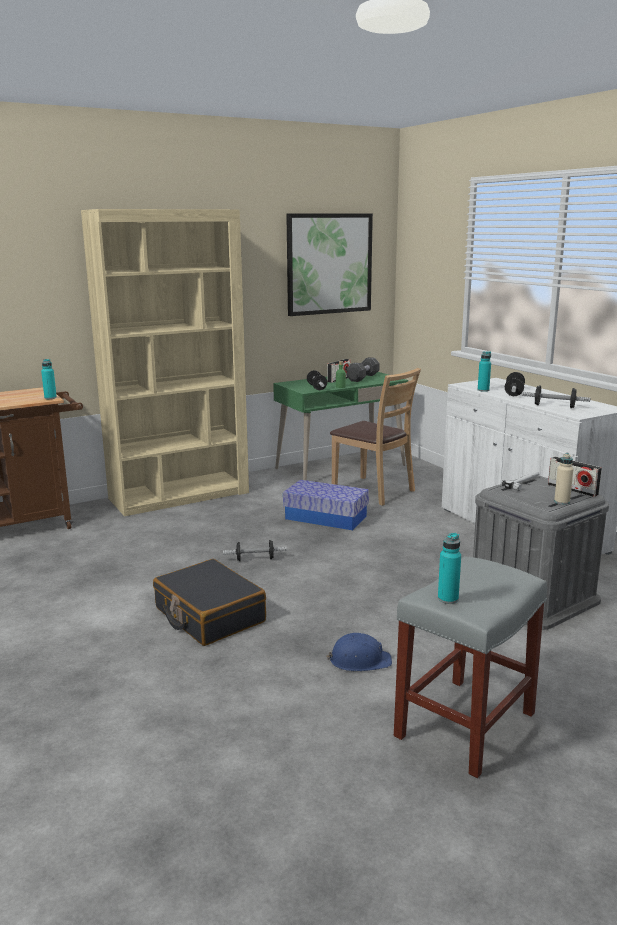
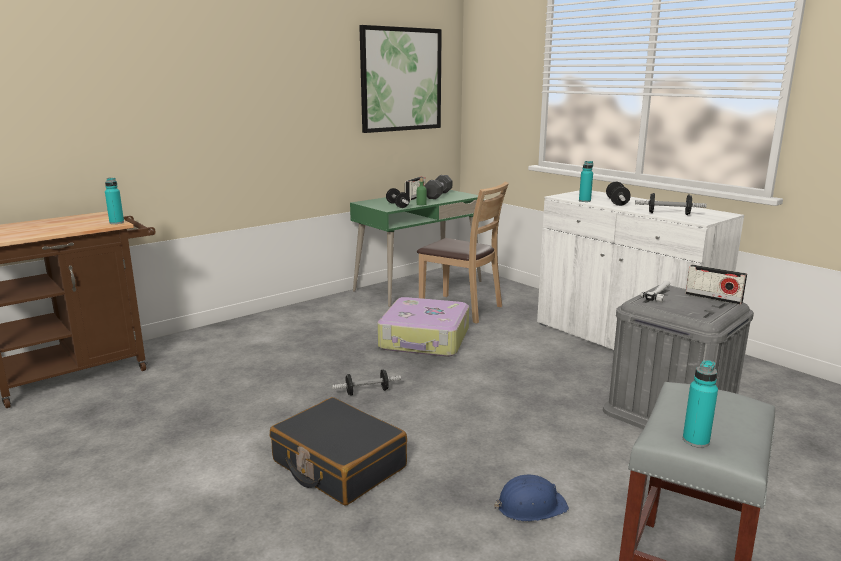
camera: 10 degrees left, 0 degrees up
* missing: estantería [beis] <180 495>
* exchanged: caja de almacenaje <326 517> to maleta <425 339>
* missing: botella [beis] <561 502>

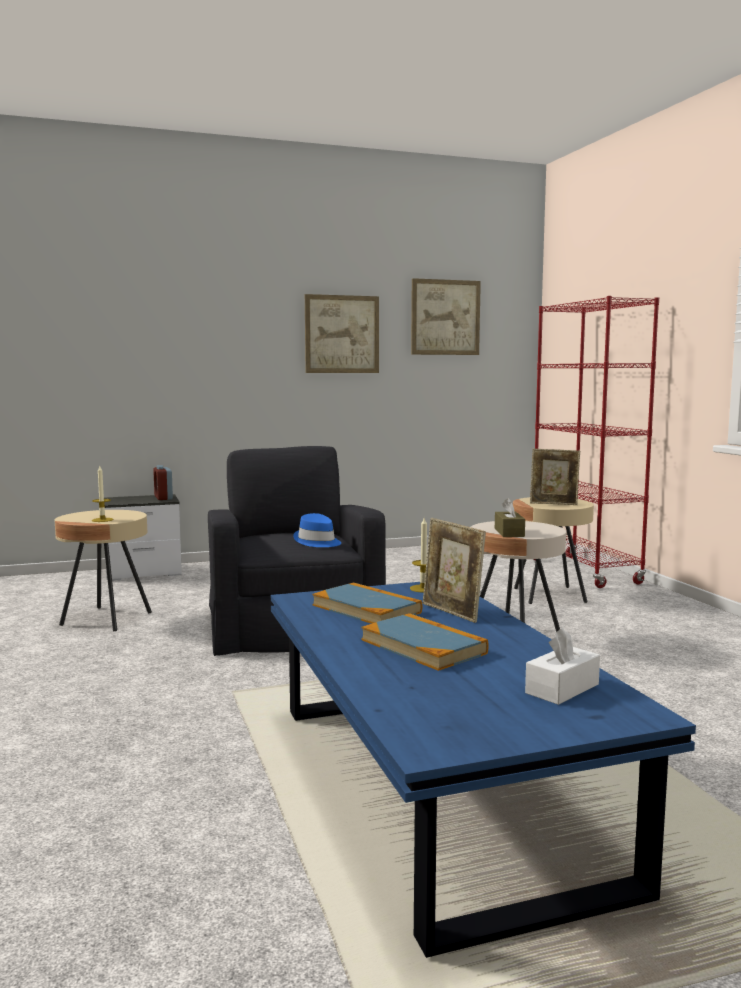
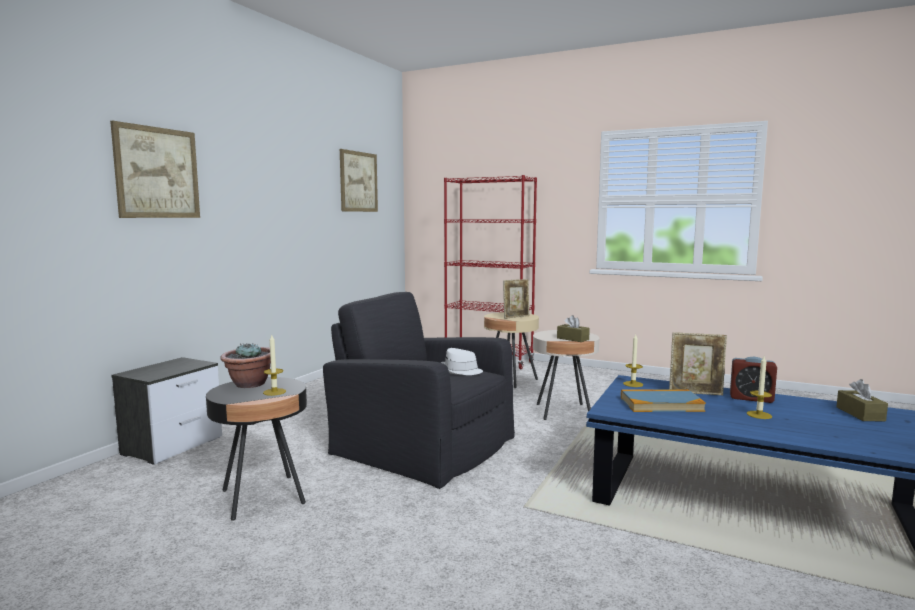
camera: 45 degrees left, 0 degrees up
* colour: mesa auxiliar [beis] <106 619> to mesa auxiliar [negro] <263 497>
* relocated: despertador <163 498> to <751 398>
* colour: sombrero [azul] <317 542> to sombrero [blanco] <461 371>
* relocated: cuadro <342 334> to <157 173>
* exchanged: libro <423 646> to vela <759 415>
* colour: caja de pañuelos [blanco] <562 689> to caja de pañuelos [marrón] <860 414>
* appeared: planta en maceta <249 384>

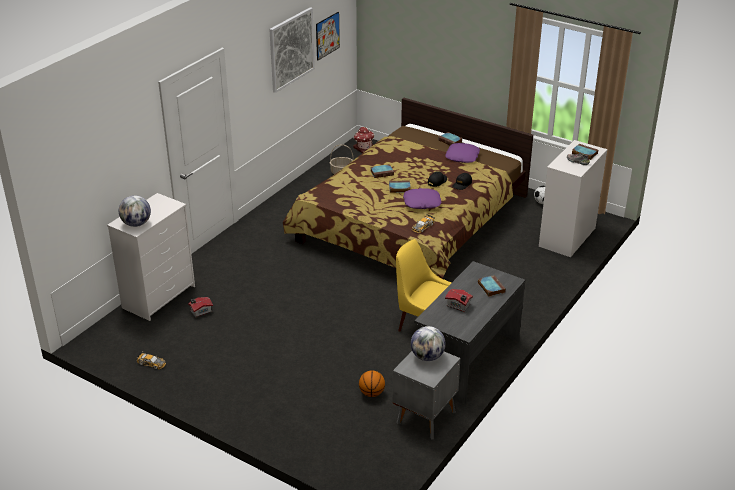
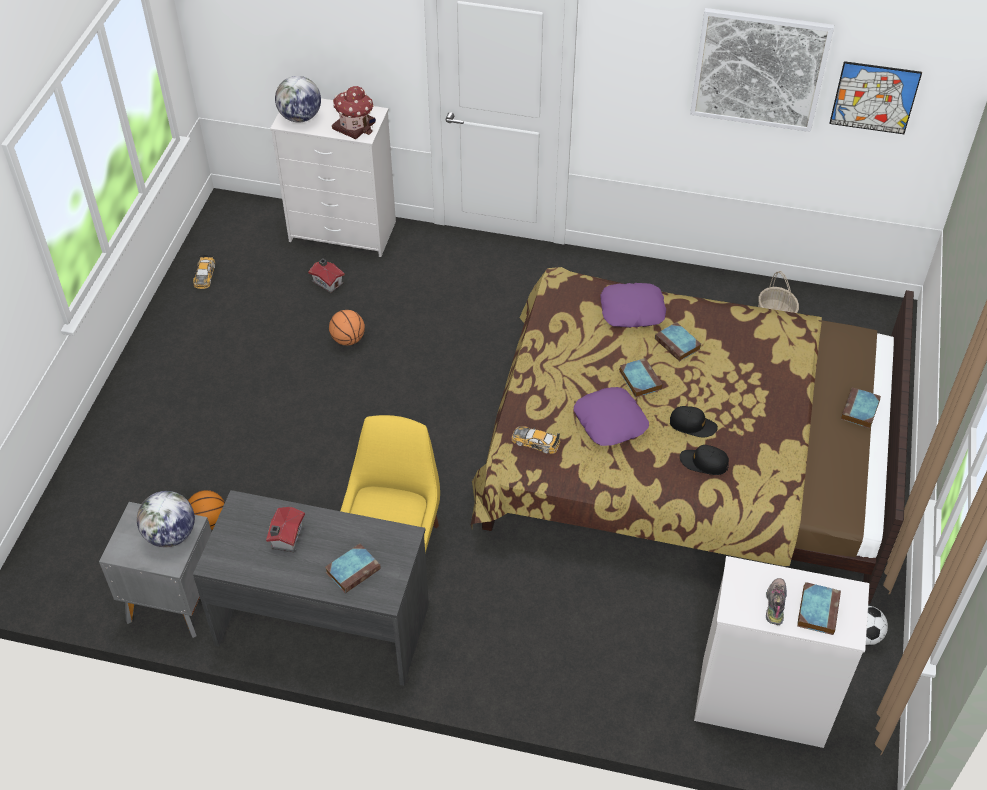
camera: 70 degrees right, 15 degrees up
* relocated: casita <364 148> to <354 125>
* relocated: cojín [morado] <462 157> to <632 311>
* appeared: balón de baloncesto <348 339>

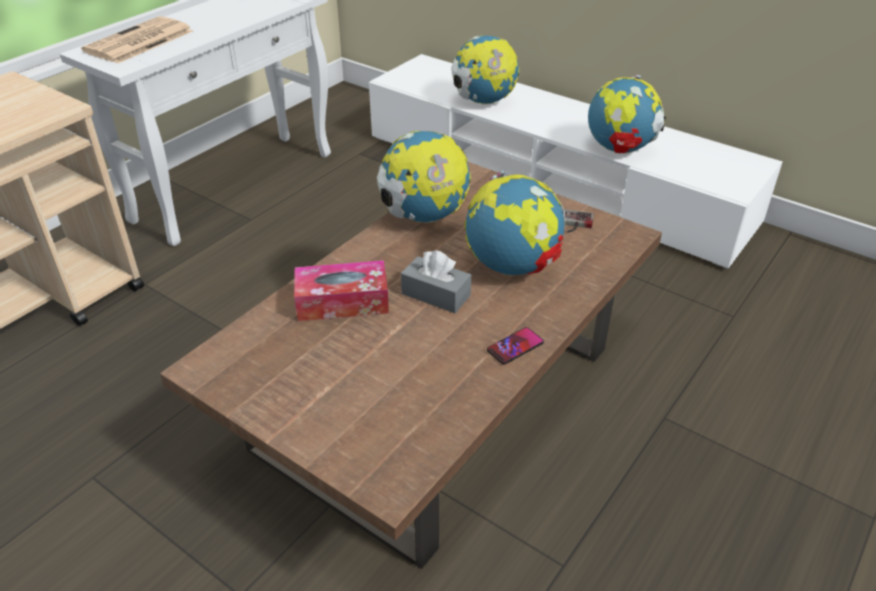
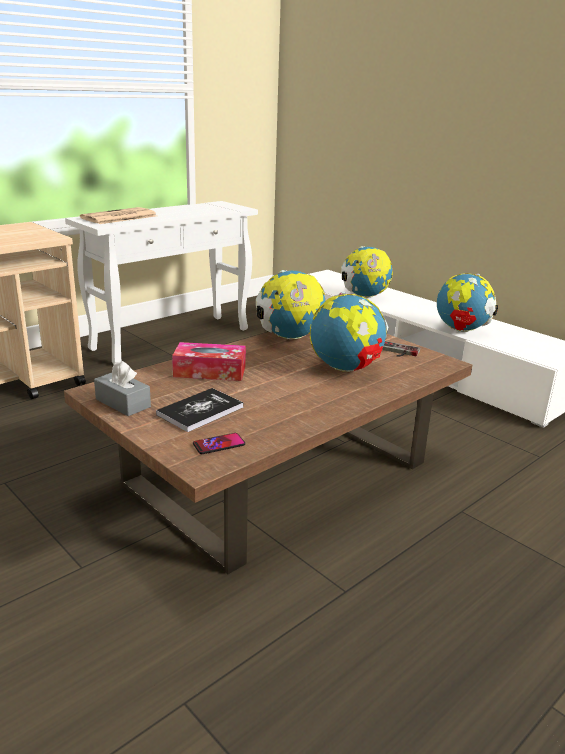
camera: 10 degrees right, 15 degrees down
* relocated: caja de pañuelos [gris] <436 294> to <123 403>
* relocated: móvil <515 346> to <219 444>
* appeared: libro <200 411>

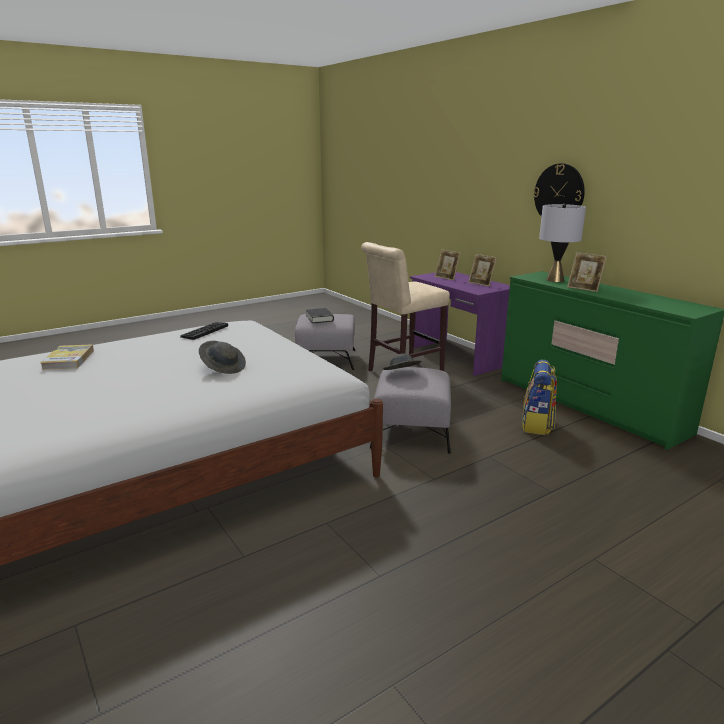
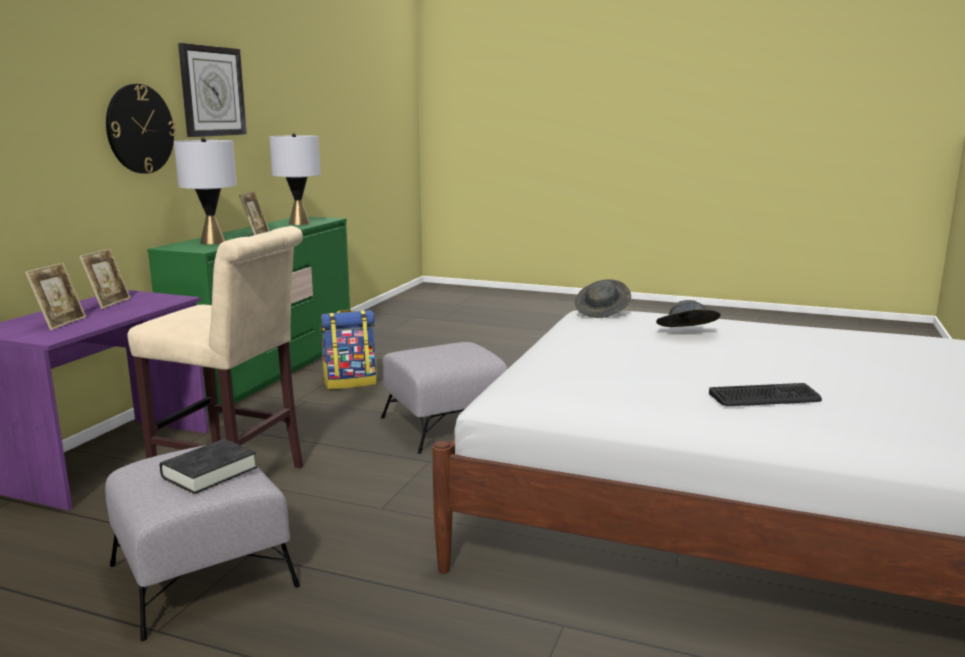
camera: 125 degrees left, 5 degrees down
* missing: libro <68 359>
* relocated: teclado <204 331> to <765 397>
* relocated: sombrero [gris] <401 374> to <602 312>
* appeared: reloj de pared <212 91>
* appeared: lámpara de mesa [gris] <299 223>

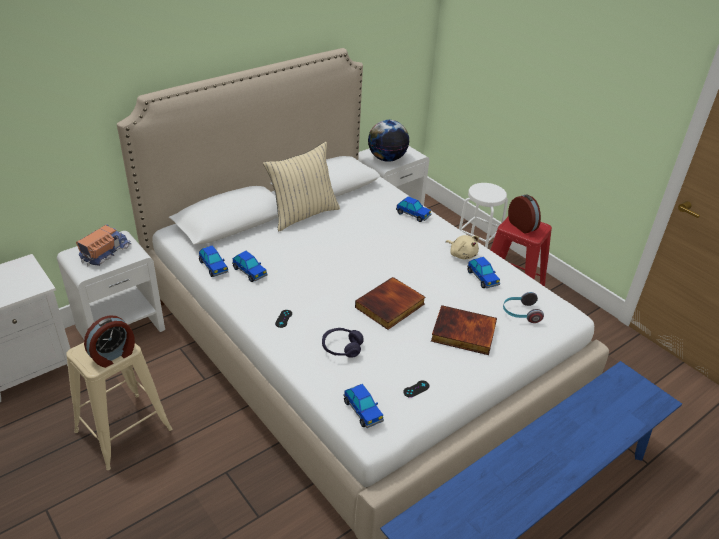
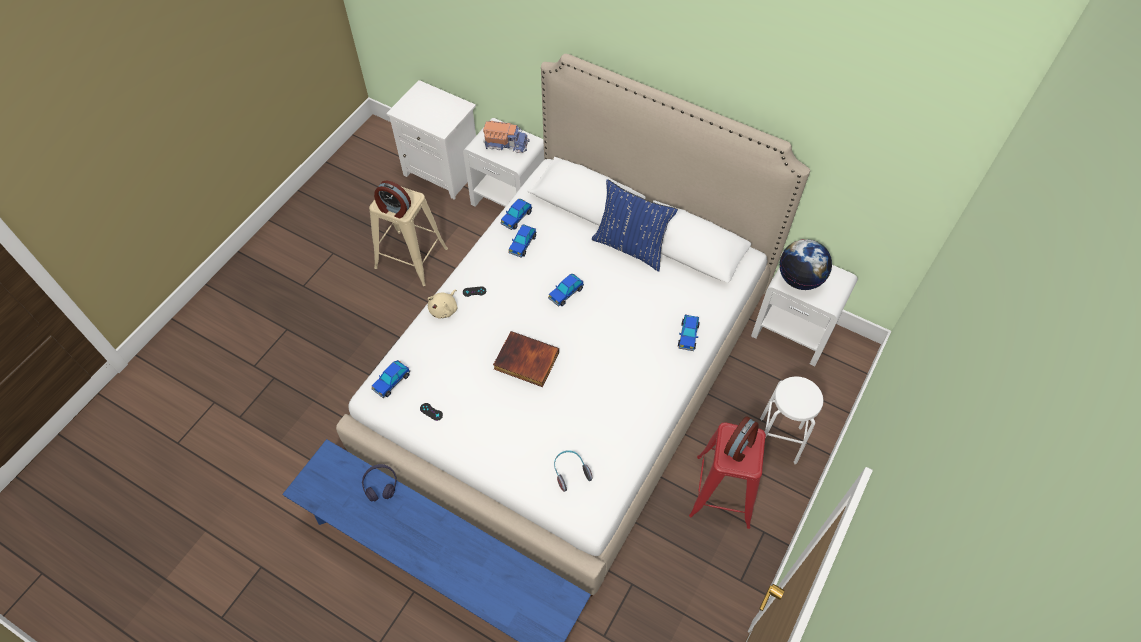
camera: 70 degrees right, 20 degrees up
* colour: cojín [beis] <303 214> to cojín [azul] <630 247>
* relocated: auriculares [morado] <342 347> to <380 485>
* missing: libro <463 333>
* relocated: peluche [beis] <462 254> to <444 309>
* relocated: coche de juguete <482 278> to <566 293>

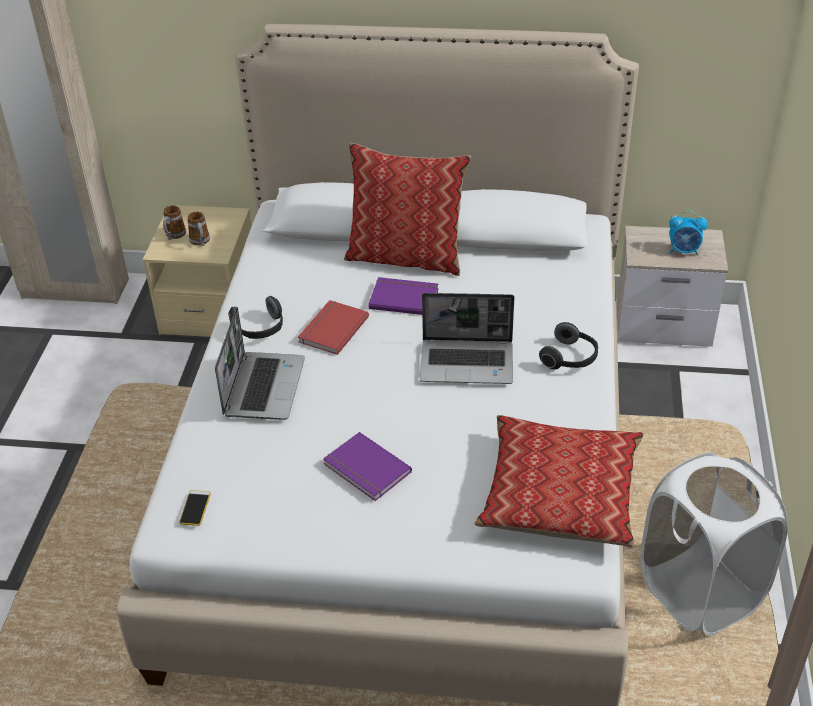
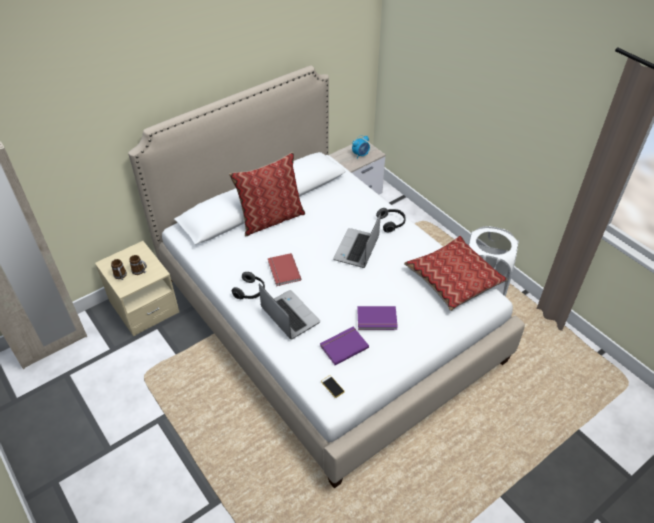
camera: 45 degrees left, 5 degrees up
* relocated: libro [morado] <404 297> to <343 346>
* spun: portátil <468 362> = <357 249> 150 degrees clockwise

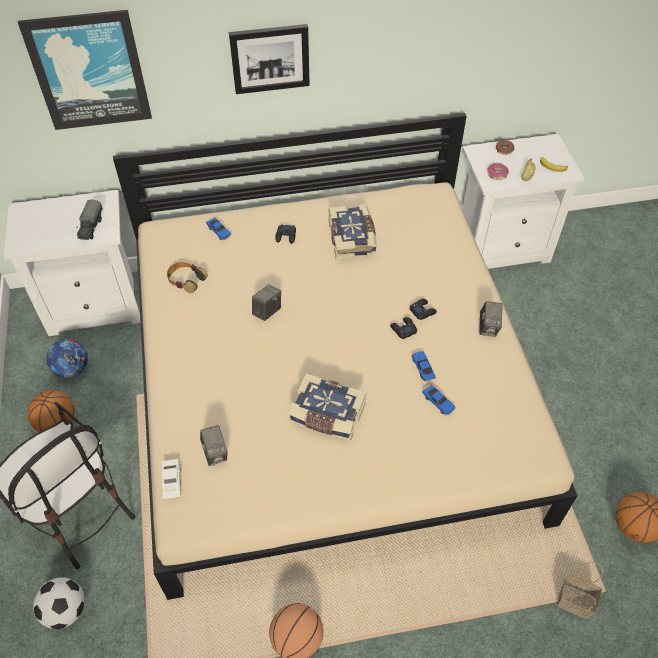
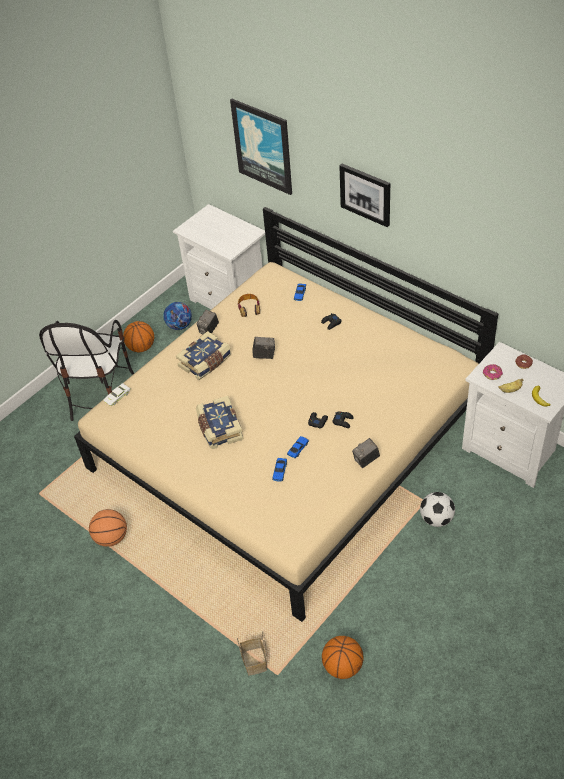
camera: 55 degrees right, 5 degrees down
* relocated: balón de fútbol <65 610> to <436 519>
* missing: camión de juguete <91 227>
* relocated: cámara <215 453> to <209 330>
* relocated: libro <353 239> to <206 362>

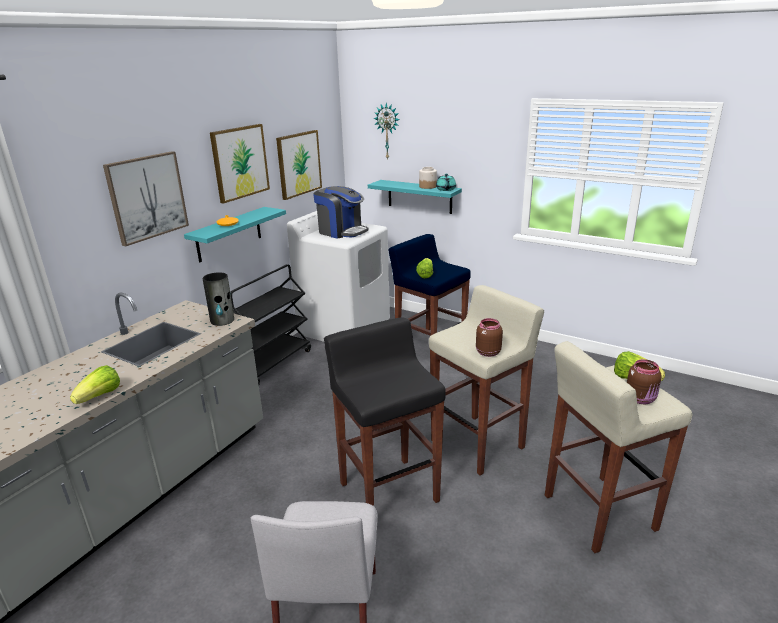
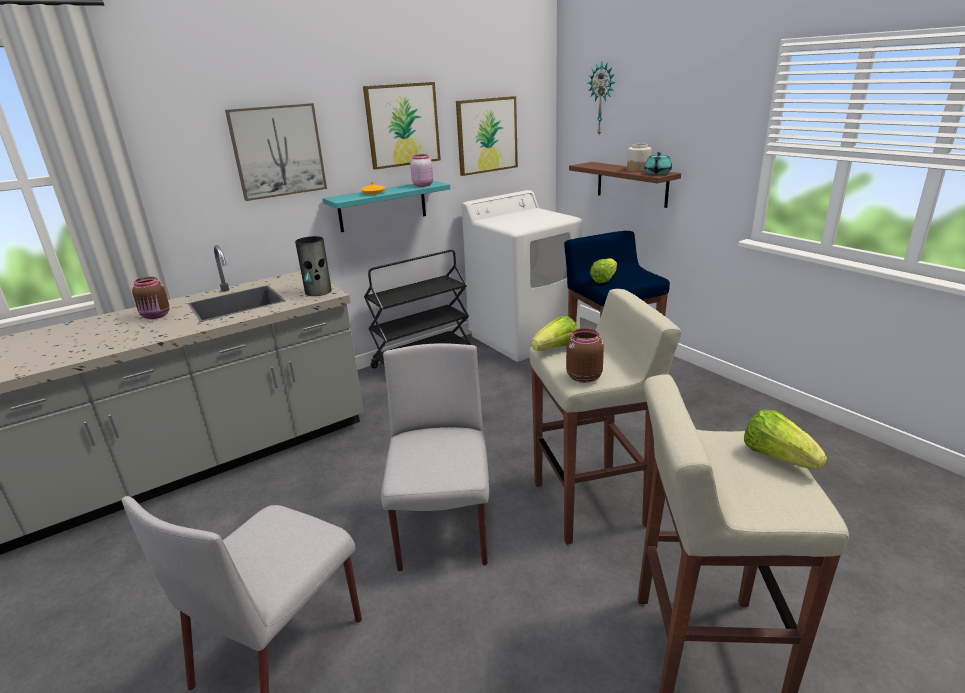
camera: 25 degrees right, 0 degrees up
* relocated: lechuga <100 396> to <556 349>
* missing: cafetera <341 231>
* exchanged: taburete [negro] <388 491> to silla [gris] <443 529>
* colour: estante [turquesa] <419 196> to estante [marrón] <632 184>
* relocated: tarro [marrón] <641 399> to <156 316>
* appeared: tarro [rosa] <423 185>

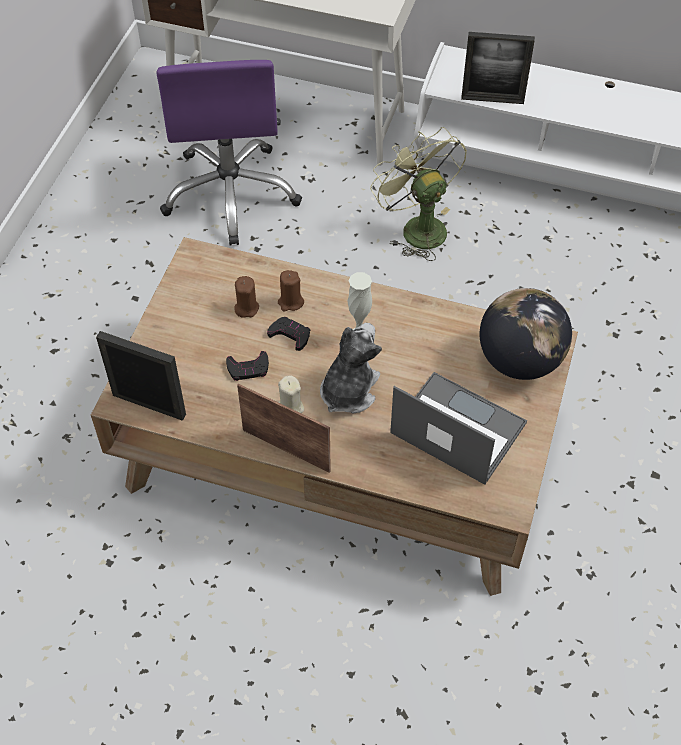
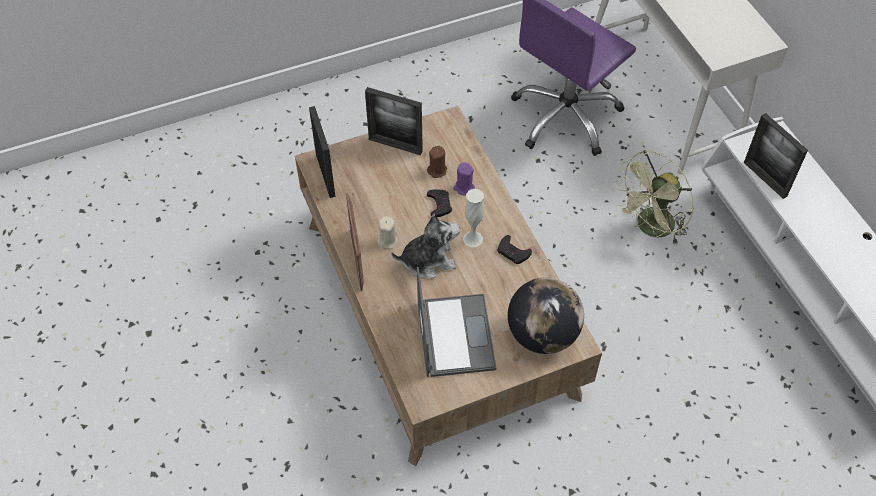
camera: 50 degrees right, 0 degrees up
* relocated: mando de consola [negro] <248 368> to <513 252>
* colour: vela [marrón] <290 302> to vela [morado] <463 188>
* spun: ventilador [verde] <417 227> = <650 228> 150 degrees counterclockwise
* appeared: portarretratos <395 145>

